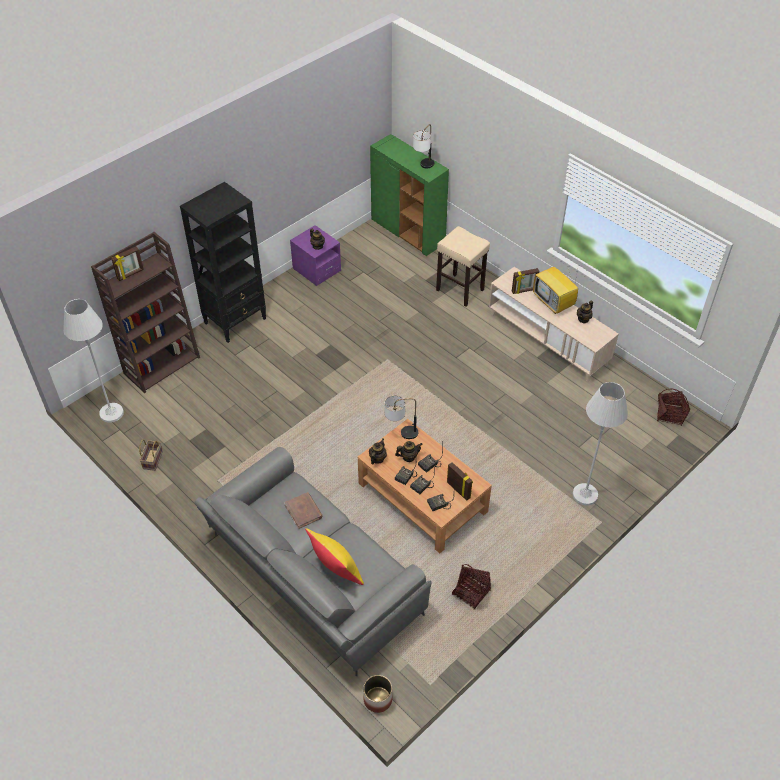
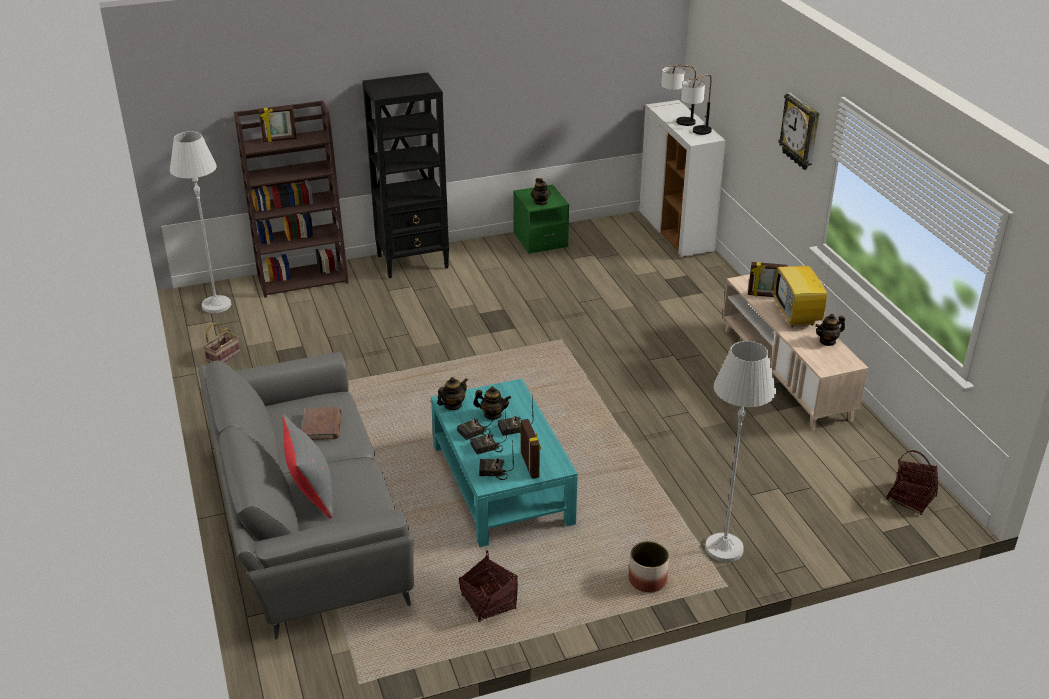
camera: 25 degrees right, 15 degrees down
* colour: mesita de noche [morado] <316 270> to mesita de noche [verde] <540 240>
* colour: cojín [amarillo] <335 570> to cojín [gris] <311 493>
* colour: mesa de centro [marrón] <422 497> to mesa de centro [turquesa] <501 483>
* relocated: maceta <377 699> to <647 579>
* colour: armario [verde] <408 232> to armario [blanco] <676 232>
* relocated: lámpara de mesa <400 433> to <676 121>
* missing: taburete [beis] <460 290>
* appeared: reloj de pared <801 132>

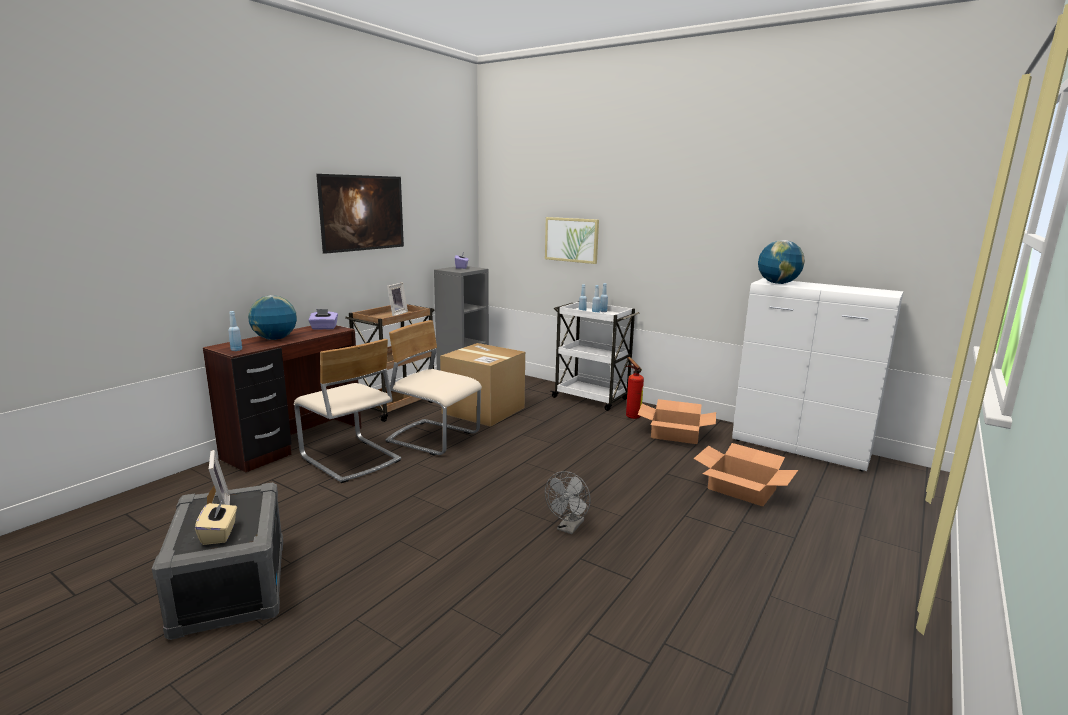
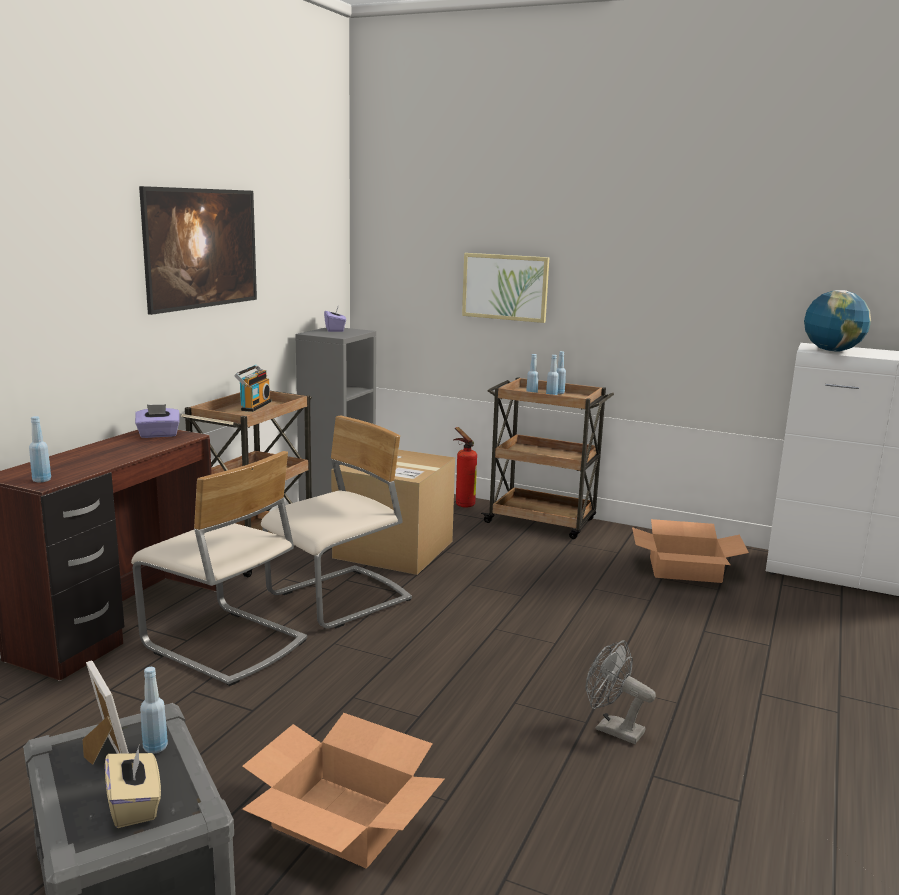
camera: 10 degrees left, 0 degrees up
* missing: globo terráqueo <275 339>
* spun: silla [beis] <434 438> = <340 599> 120 degrees clockwise
* exchanged: portarretratos <396 313> to radio <254 406>
* spun: ventilador [gris] <568 528> = <612 729> 105 degrees clockwise
* colour: carrito [blanco] <592 398> to carrito [marrón] <542 521>
* relocated: extintor <631 416> to <463 504>
* relocated: caja de cartón <741 489> to <343 820>
* appeared: botella [azul] <155 747>

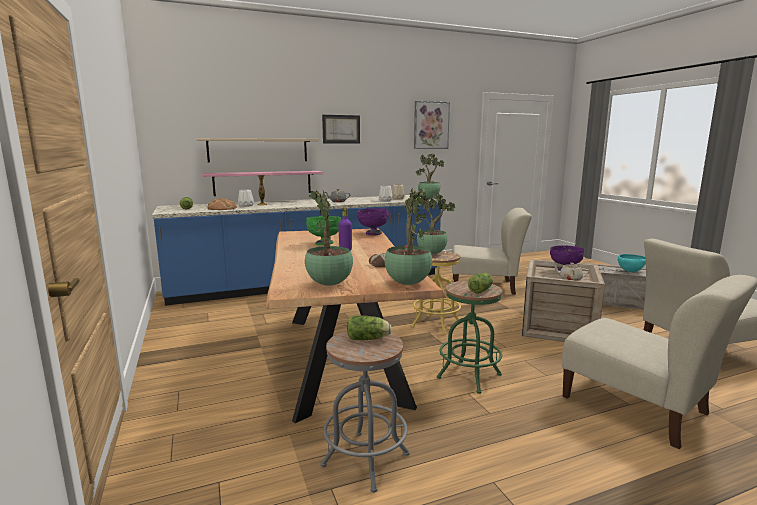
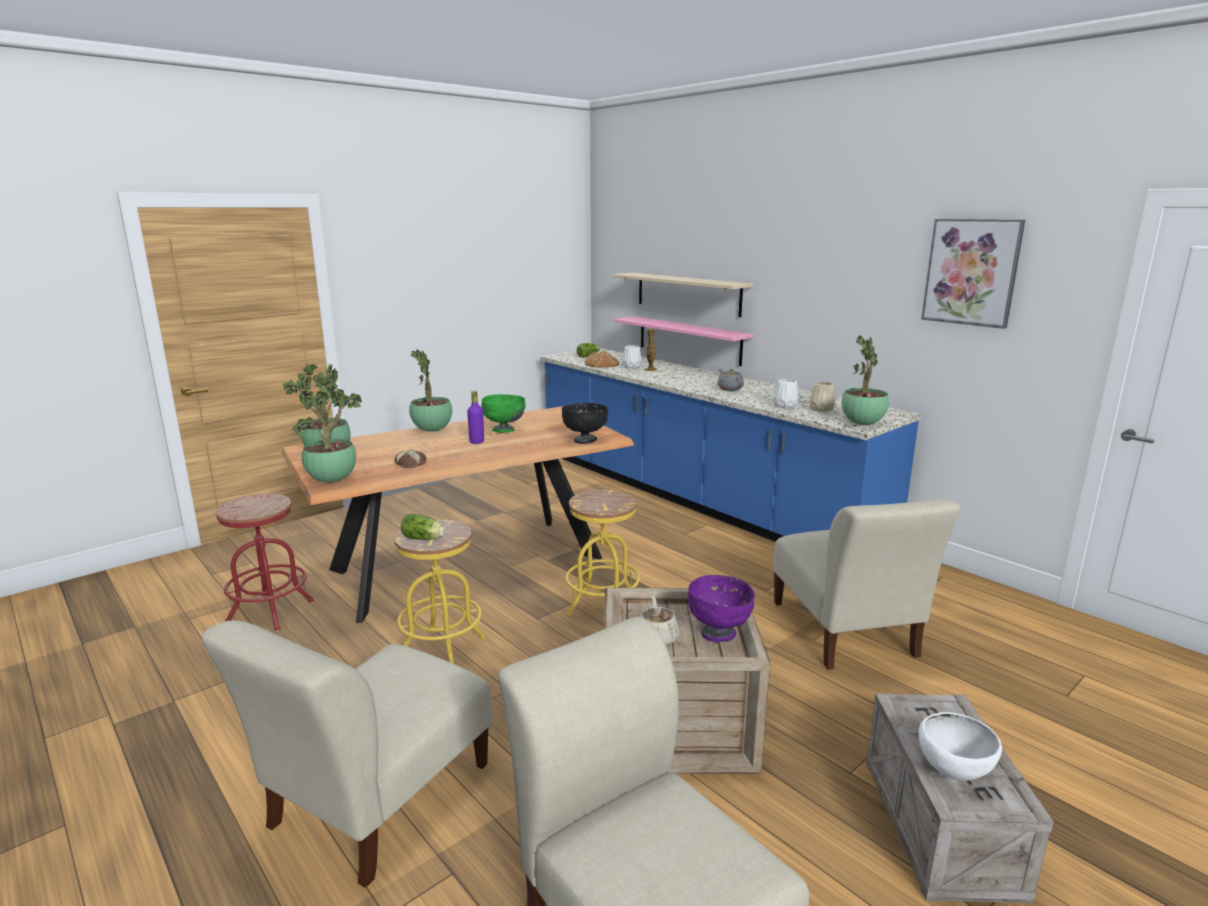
camera: 70 degrees right, 5 degrees up
* colour: taburete [gris] <365 460> to taburete [rojo] <270 611>
* missing: cuadro <341 129>
* missing: lechuga <369 339>
* colour: cuenco [morado] <373 233> to cuenco [negro] <585 440>
* relocated: planta en maceta <432 254> to <432 431>
* colour: taburete [verde] <469 376> to taburete [amarillo] <442 648>
* colour: cuenco [turquesa] <630 271> to cuenco [blanco] <954 772>

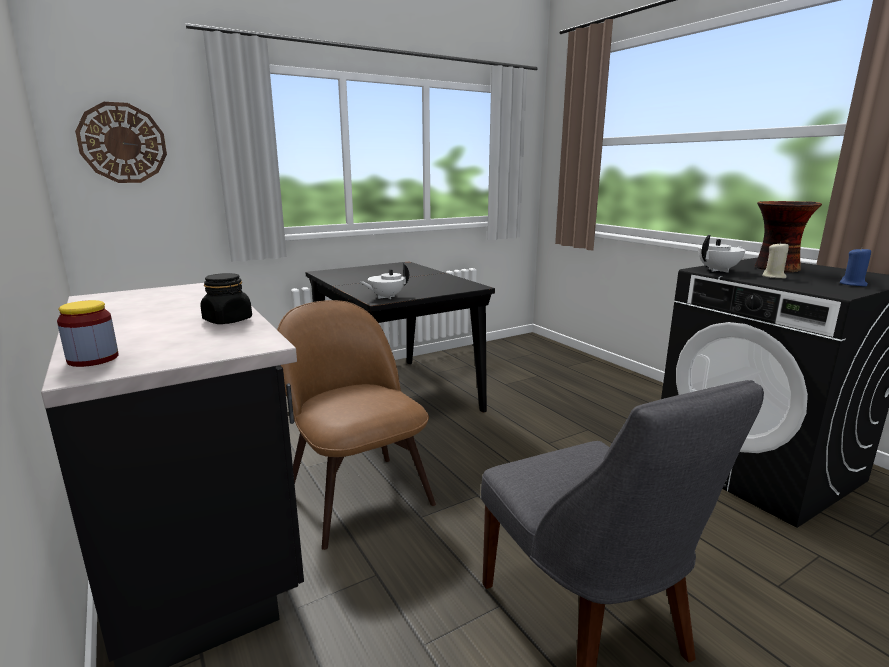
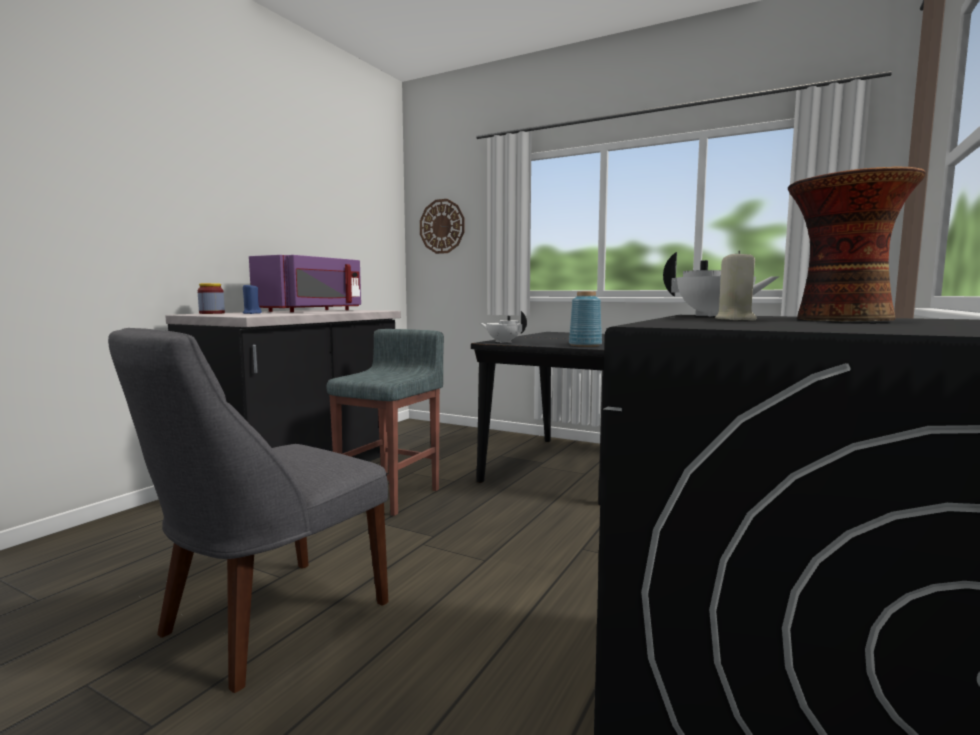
camera: 60 degrees right, 10 degrees down
* missing: tarro [negro] <228 320>
* exchanged: silla [marrón] <357 494> to taburete [gris] <390 495>
* relocated: vela [azul] <853 284> to <252 313>
* appeared: microondas [morado] <312 311>
* appeared: florero [azul] <585 345>

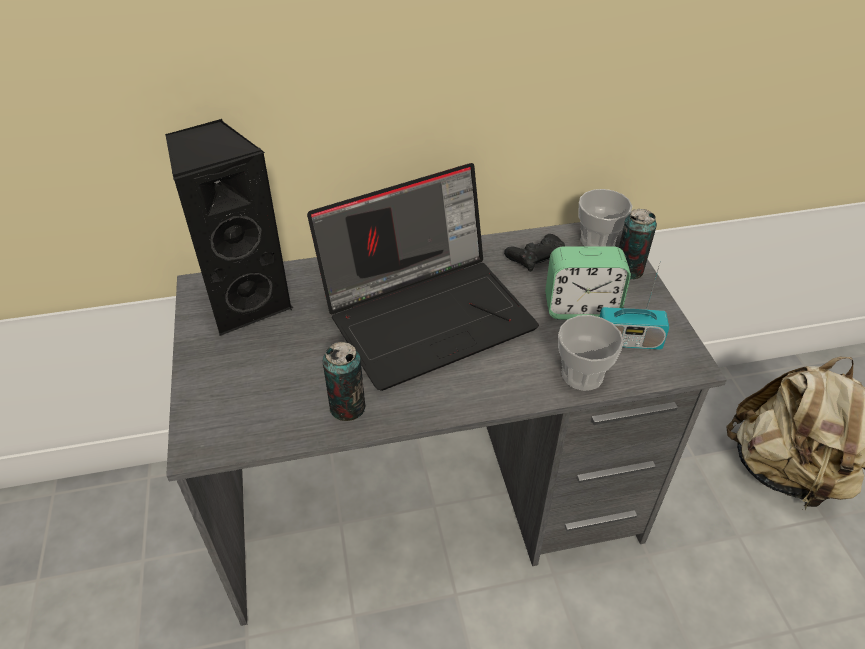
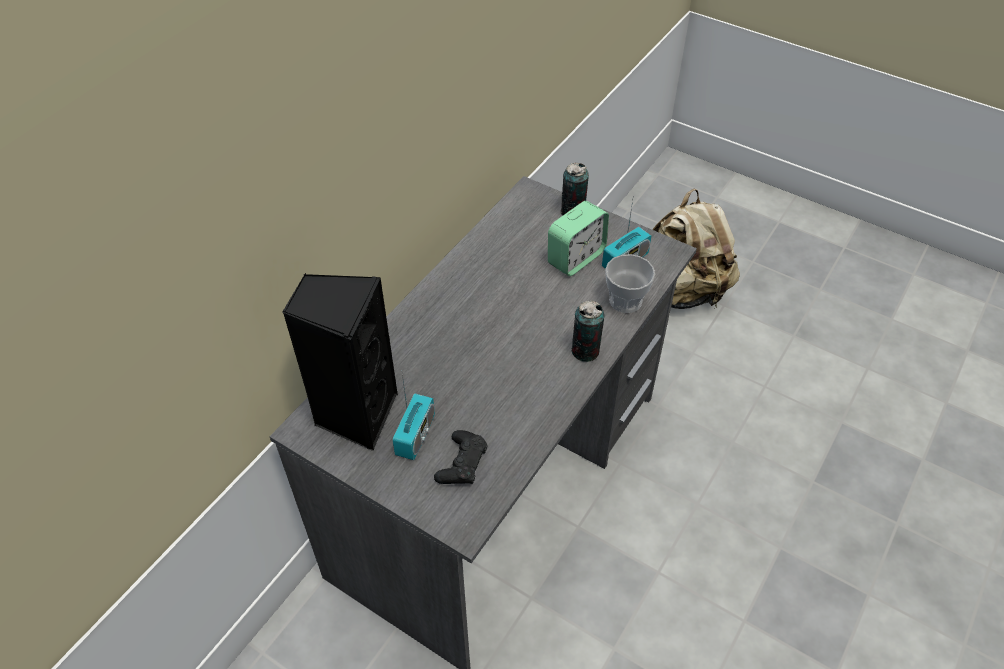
camera: 45 degrees left, 5 degrees up
* missing: portátil <429 313>
* relocated: lata <347 407> to <585 351>
* relocated: mando de consola [negro] <536 257> to <462 463>
* missing: taza <598 241>
* appeared: radio <415 435>

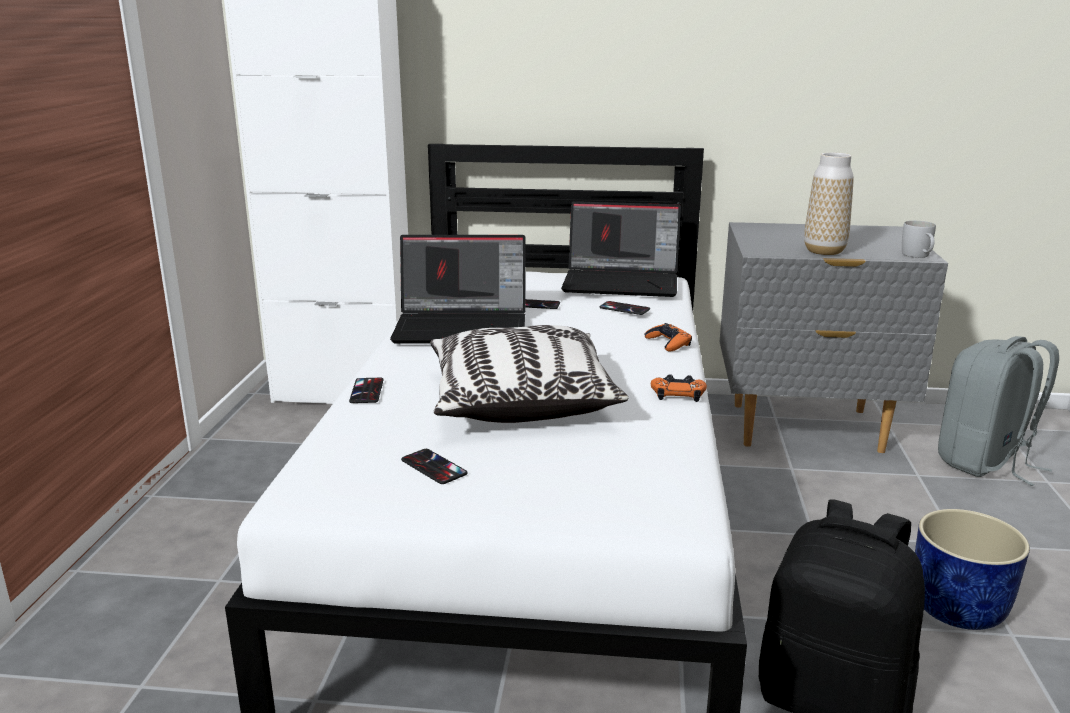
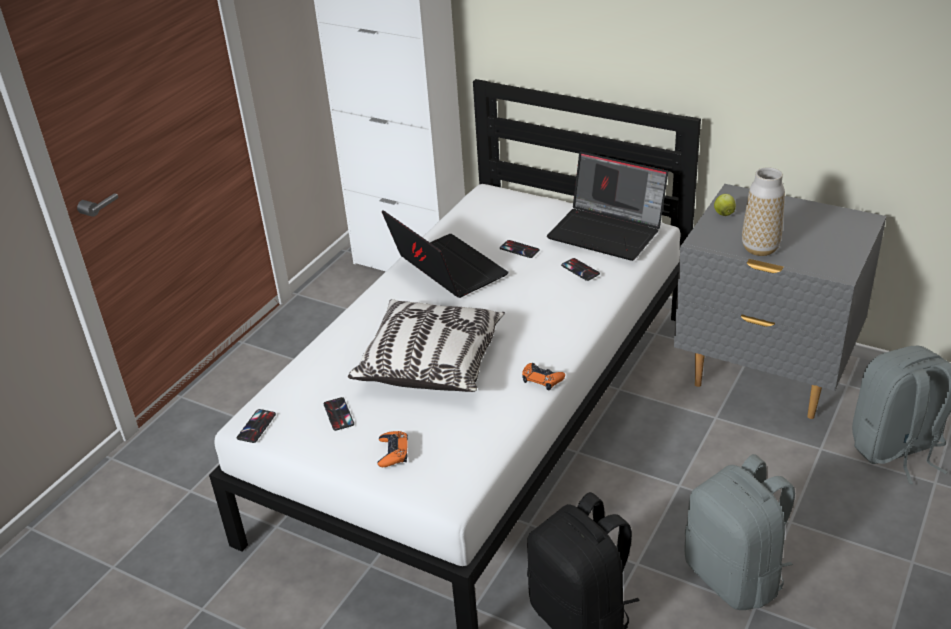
camera: 25 degrees right, 15 degrees up
* relocated: móvil <367 391> to <256 426>
* spun: portátil <463 326> = <445 270> 150 degrees counterclockwise
* relocated: mando de consola [naranja] <668 343> to <393 452>
* missing: taza grande [blanco] <918 256>
* exchanged: maceta [azul] <959 608> to mochila [gris] <735 576>
* appeared: manzana <724 214>

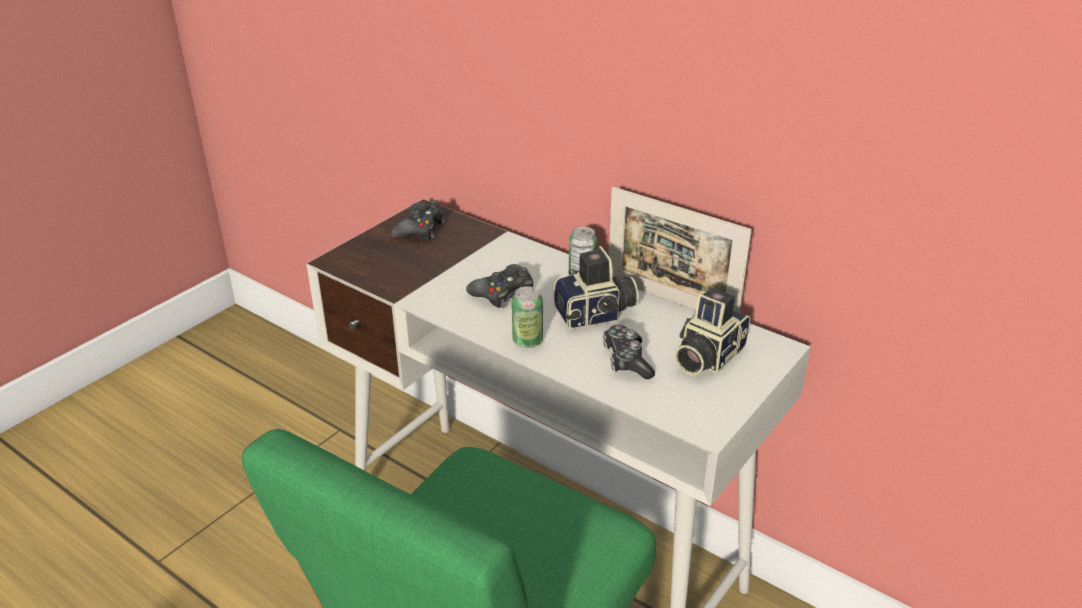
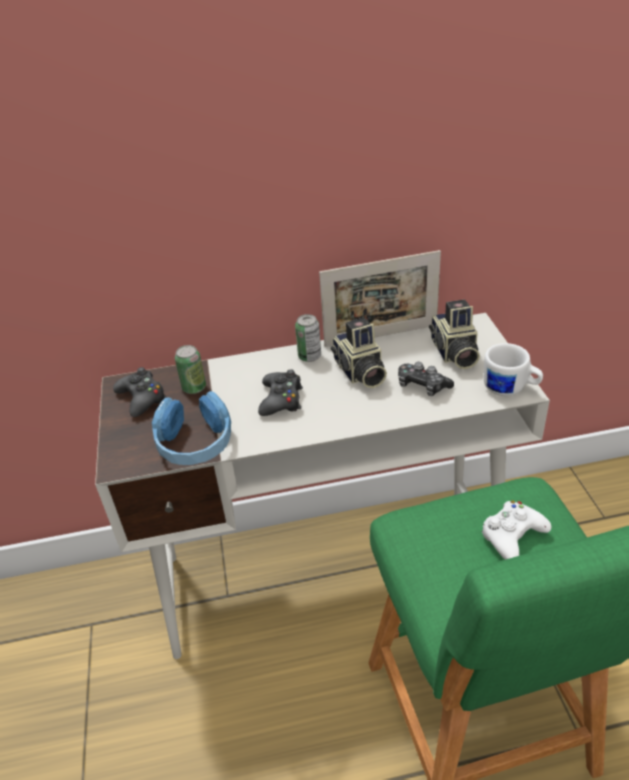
camera: 45 degrees left, 5 degrees up
* relocated: lata <527 341> to <194 388>
* spun: cámara <596 315> = <359 372> 135 degrees clockwise
* appeared: auriculares [azul] <195 442>
* appeared: mando de consola [blanco] <512 536>
* appeared: taza grande [blanco] <510 389>

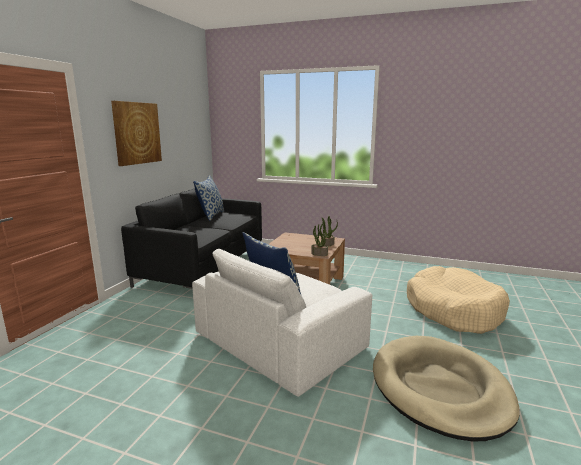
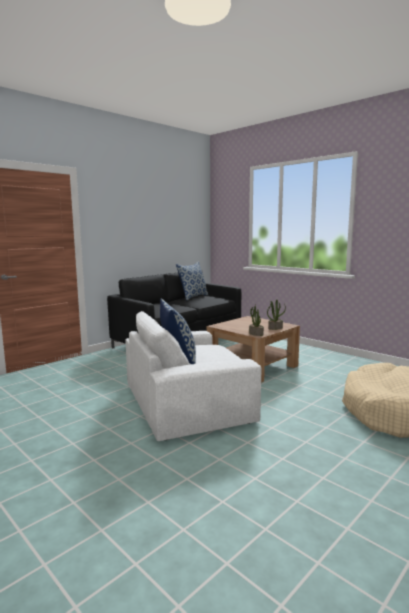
camera: 25 degrees right, 5 degrees down
* missing: cuadro <137 133>
* missing: cama para perro [beis] <440 389>

